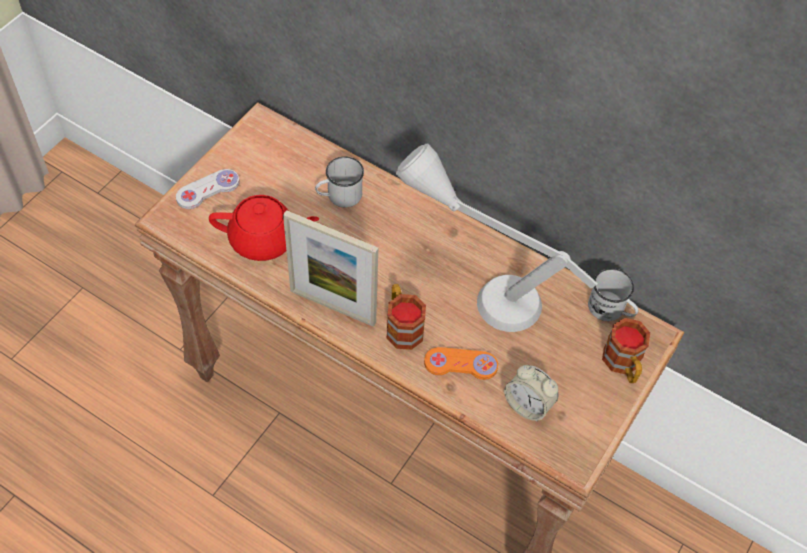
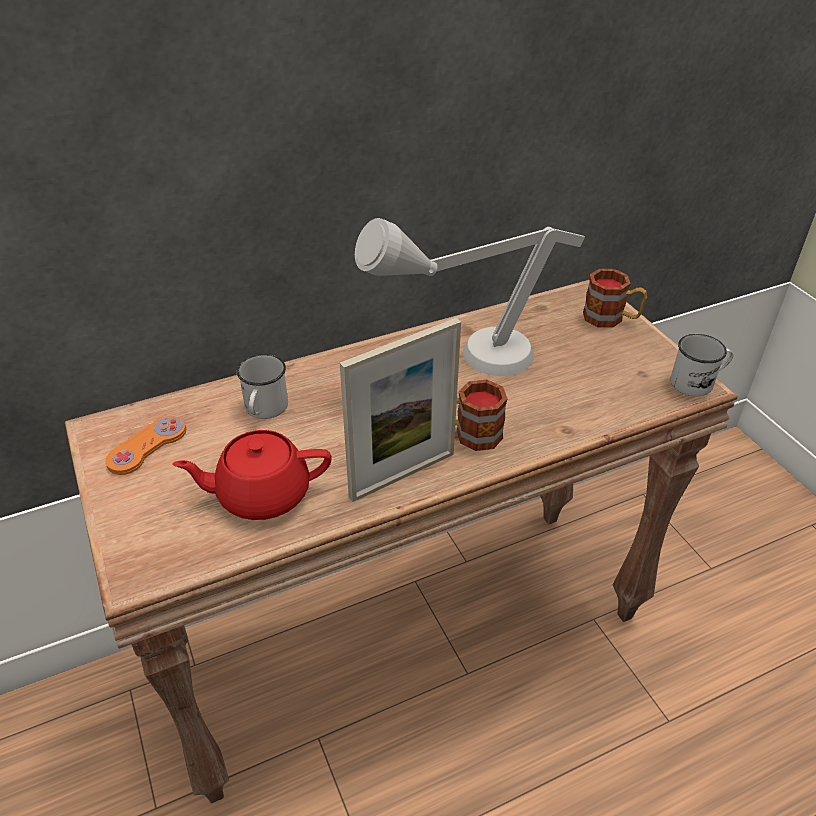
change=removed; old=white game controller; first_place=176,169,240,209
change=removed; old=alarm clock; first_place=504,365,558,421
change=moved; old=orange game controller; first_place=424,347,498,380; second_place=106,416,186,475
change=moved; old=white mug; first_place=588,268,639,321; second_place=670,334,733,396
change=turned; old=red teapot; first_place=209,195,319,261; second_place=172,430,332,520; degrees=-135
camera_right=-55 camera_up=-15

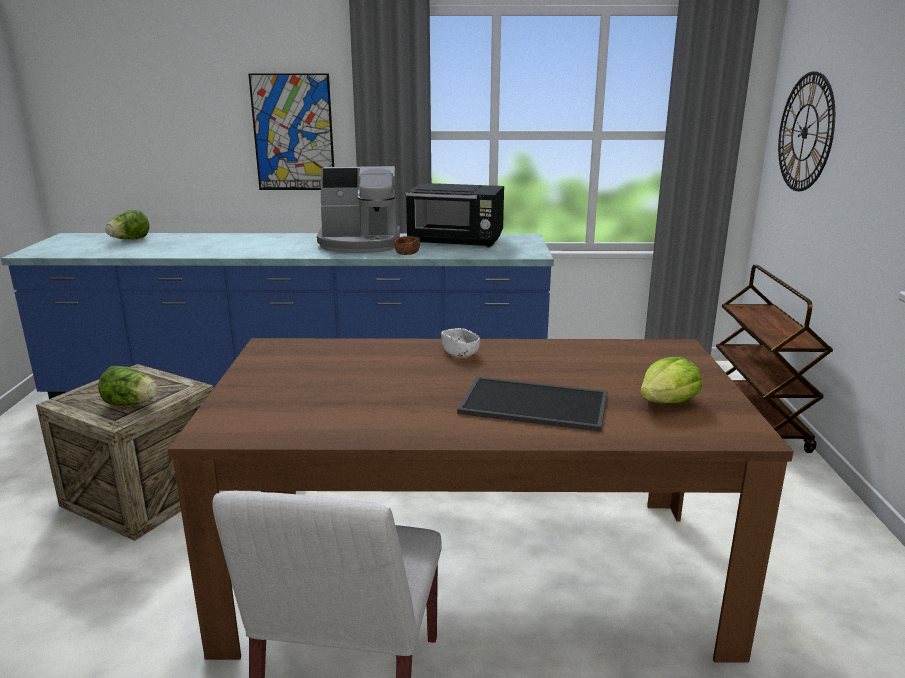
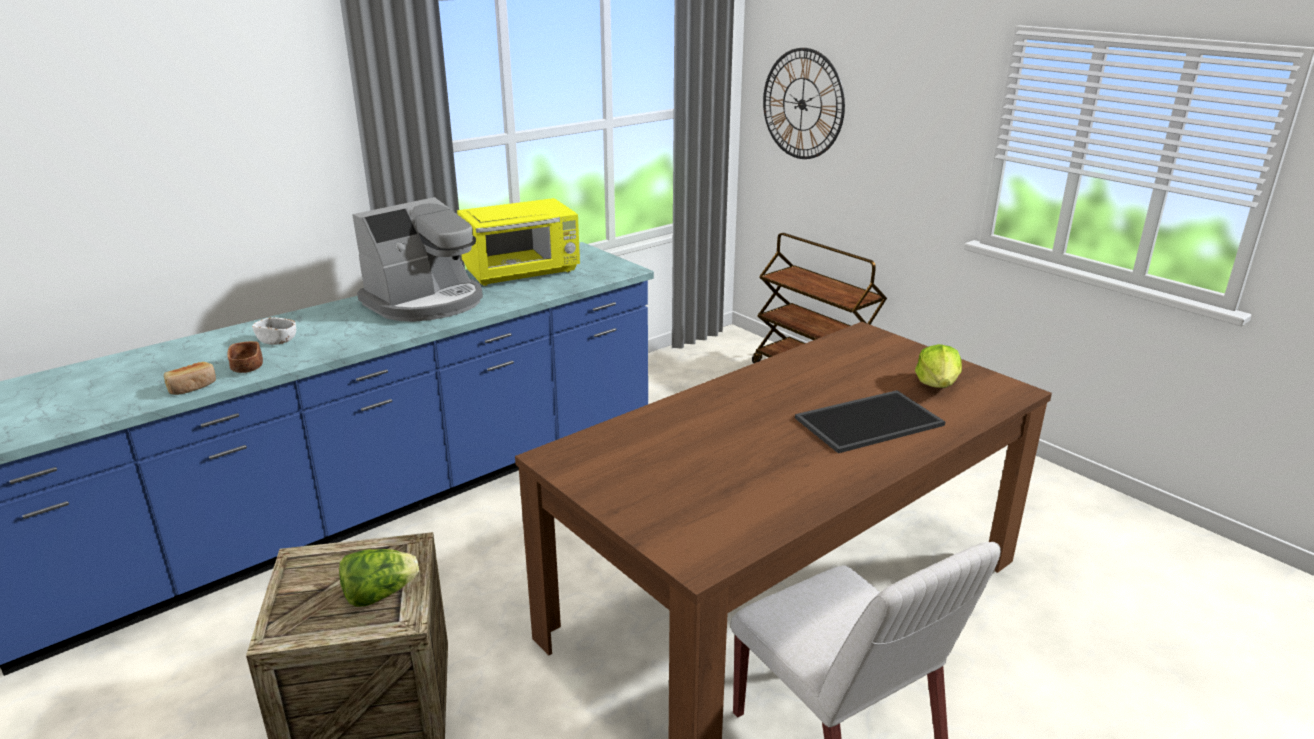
change=removed; old=lettuce; first_place=105,210,149,240
change=removed; old=picture; first_place=248,74,334,190
change=added; new=bread; second_place=164,362,216,395
change=moved; old=brown bowl; first_place=394,236,420,255; second_place=227,341,263,373
change=moved; old=white bowl; first_place=441,328,480,357; second_place=252,317,296,345
change=recoloured; old=black microwave; new=yellow microwave; first_place=406,183,504,247; second_place=457,198,580,286
camera_right=-40 camera_up=5

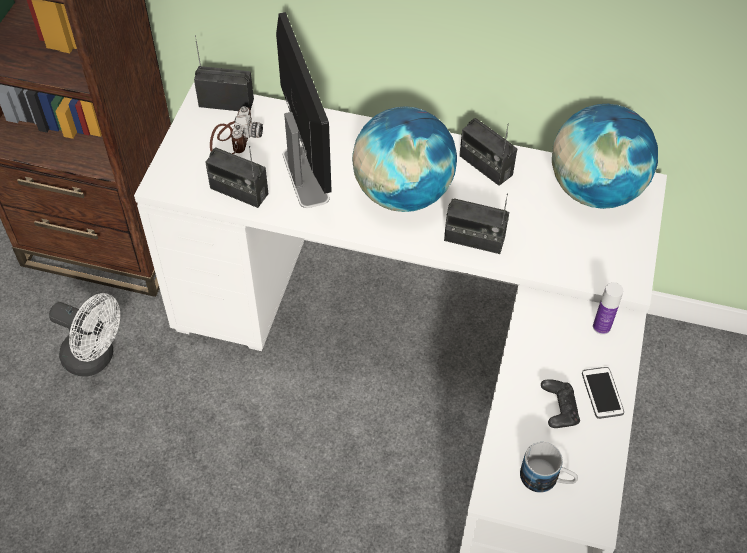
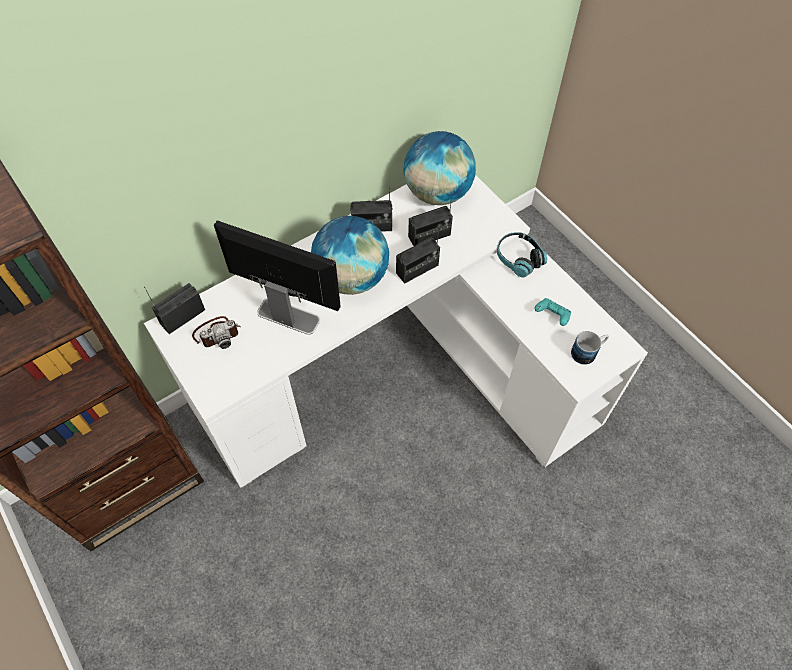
change=removed; old=white fan; first_place=49,293,120,377
change=removed; old=phone; first_place=582,367,624,419
change=moved; old=radio; first_place=205,146,268,208; second_place=408,193,453,246
change=replaced; old=bottle; new=headphones; first_place=593,282,623,335; second_place=497,232,547,278
change=recoloured; old=black game controller; new=turquoise game controller; first_place=541,379,580,428; second_place=534,298,571,326
change=turned; old=photo camera; first_place=210,106,263,154; second_place=192,316,241,349; degrees=105
camera_right=-50 camera_up=5

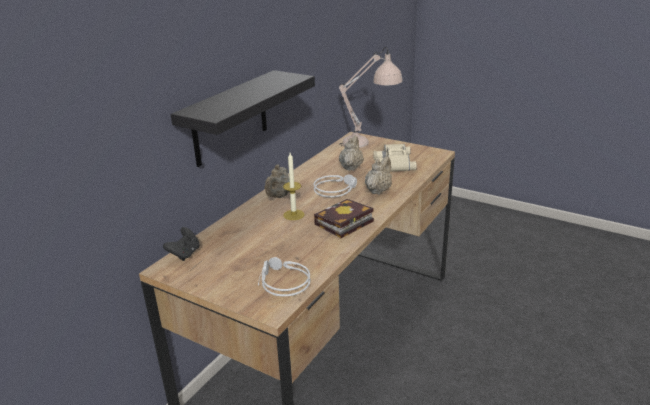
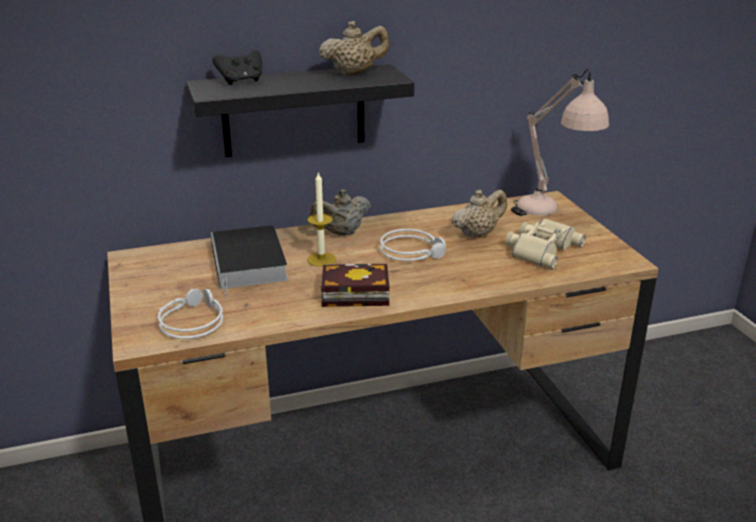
change=added; new=book; second_place=211,225,288,297
change=moved; old=black game controller; first_place=163,227,200,261; second_place=212,50,262,85
change=moved; old=beige teapot; first_place=365,156,392,195; second_place=319,21,389,75
camera_right=40 camera_up=0

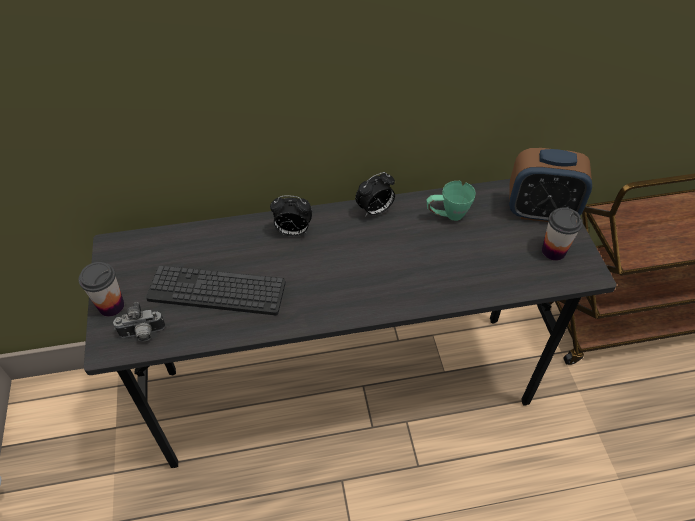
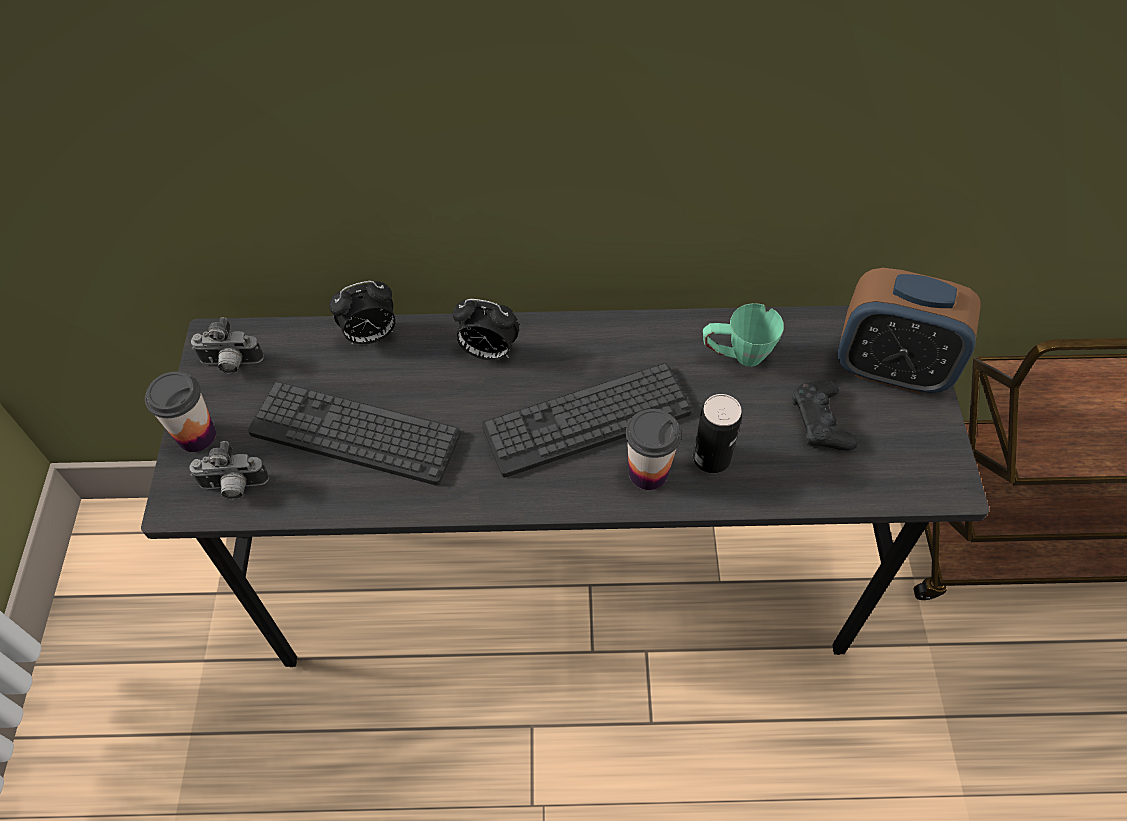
change=added; new=photo camera; second_place=191,317,264,374
change=added; new=keyboard; second_place=482,363,692,477
change=added; new=can; second_place=693,394,742,473
change=added; new=black game controller; second_place=792,380,858,451
change=moved; old=alarm clock; first_place=355,172,395,217; second_place=329,281,395,344
change=moved; old=cup; first_place=542,208,583,261; second_place=626,409,681,490
camera_right=10 camera_up=5

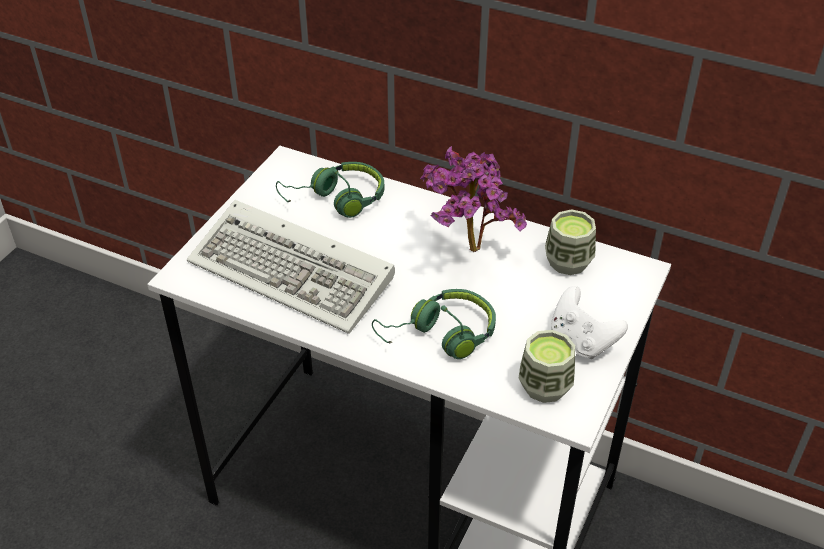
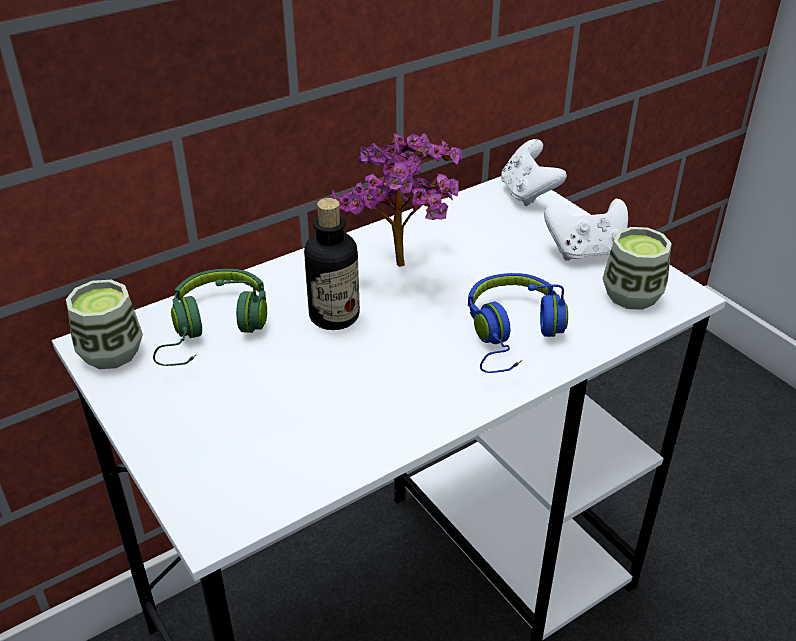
change=removed; old=keyboard; first_place=187,200,395,334
change=added; new=bottle; second_place=304,198,360,330
change=added; new=white game controller; second_place=501,139,567,206
change=moved; old=cup; first_place=545,209,596,275; second_place=66,280,143,369
change=recoloured; old=green headphones; new=blue headphones; first_place=372,289,496,359; second_place=468,273,568,373
camera_right=-60 camera_up=-5

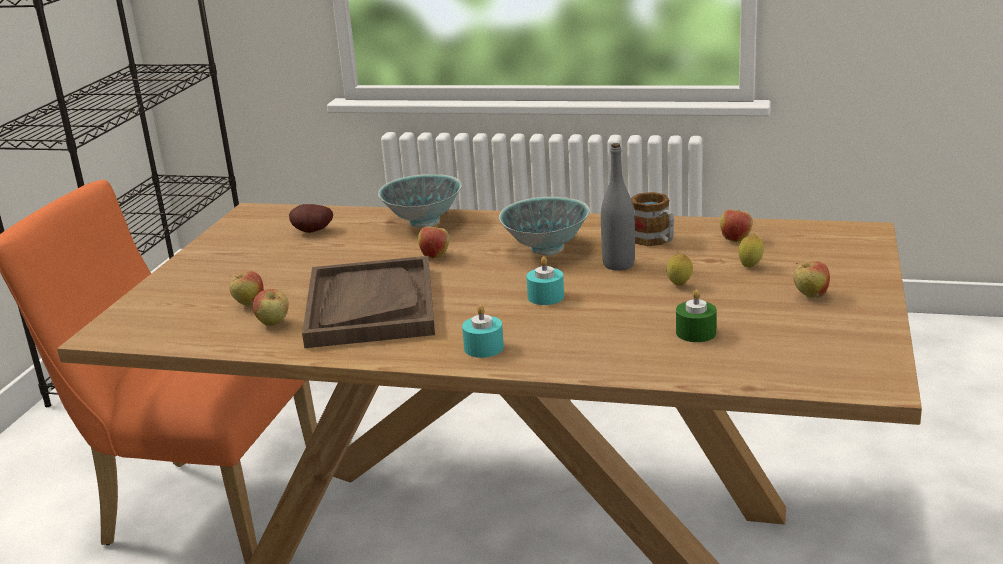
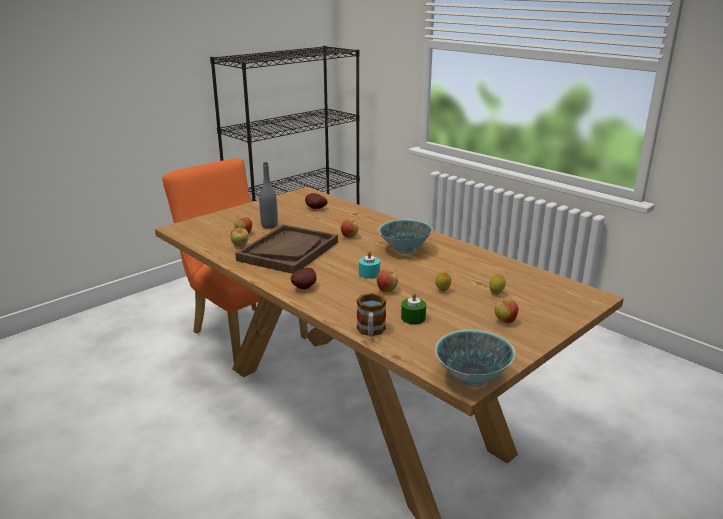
change=moved; old=bowl; first_place=378,174,462,228; second_place=435,330,515,387
change=moved; old=grey bottle; first_place=601,143,635,271; second_place=259,162,278,229
change=moved; old=mug; first_place=631,192,674,246; second_place=357,293,386,336
change=moved; old=apple; first_place=720,206,753,242; second_place=377,270,398,292
change=replaced; old=turquoise candle; new=potato; first_place=462,305,504,358; second_place=291,268,317,289
camera_right=30 camera_up=0

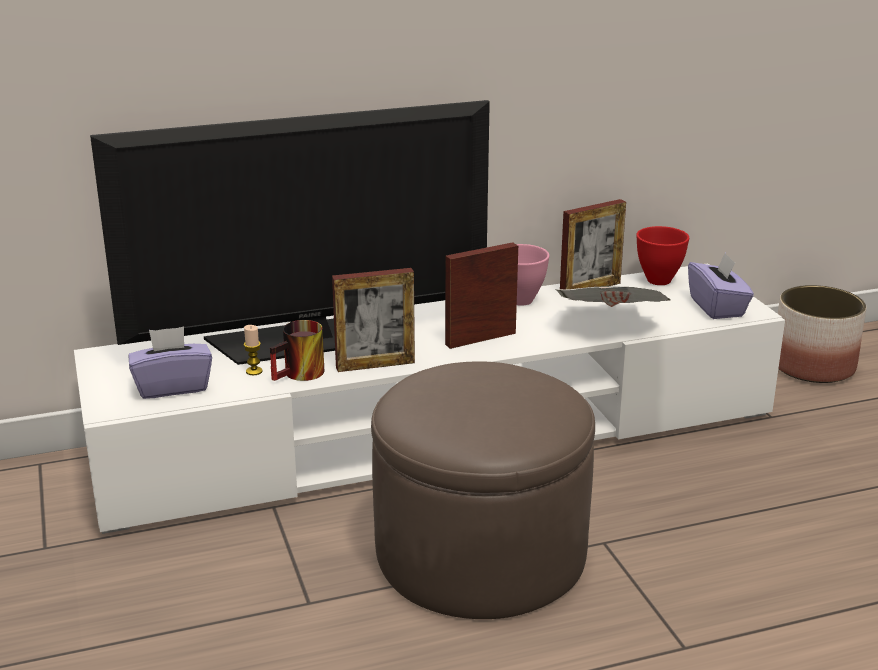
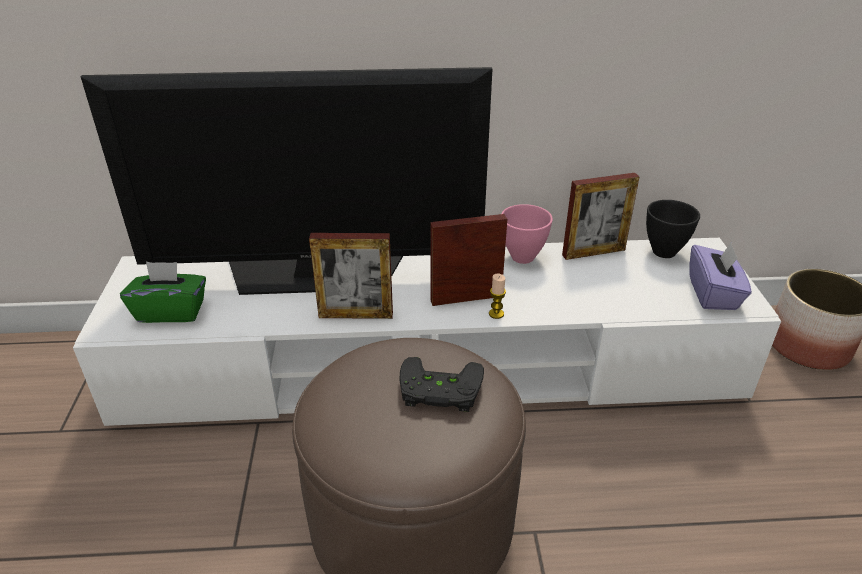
change=removed; old=mug; first_place=270,320,324,381
change=removed; old=newspaper; first_place=554,286,671,307
change=added; new=black game controller; second_place=399,357,484,412
change=moved; old=candle; first_place=244,325,263,375; second_place=489,273,506,319
change=recoloured; old=purple tissue box; new=green tissue box; first_place=128,327,212,399; second_place=120,262,206,323
change=recoloured; old=red bowl; new=black bowl; first_place=636,226,689,285; second_place=646,200,700,258
camera_right=15 camera_up=10

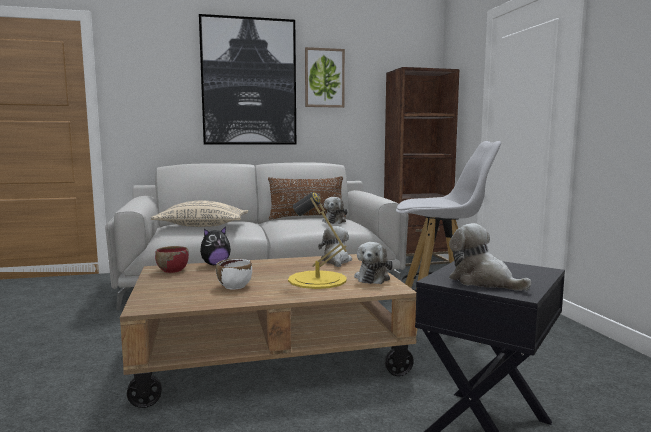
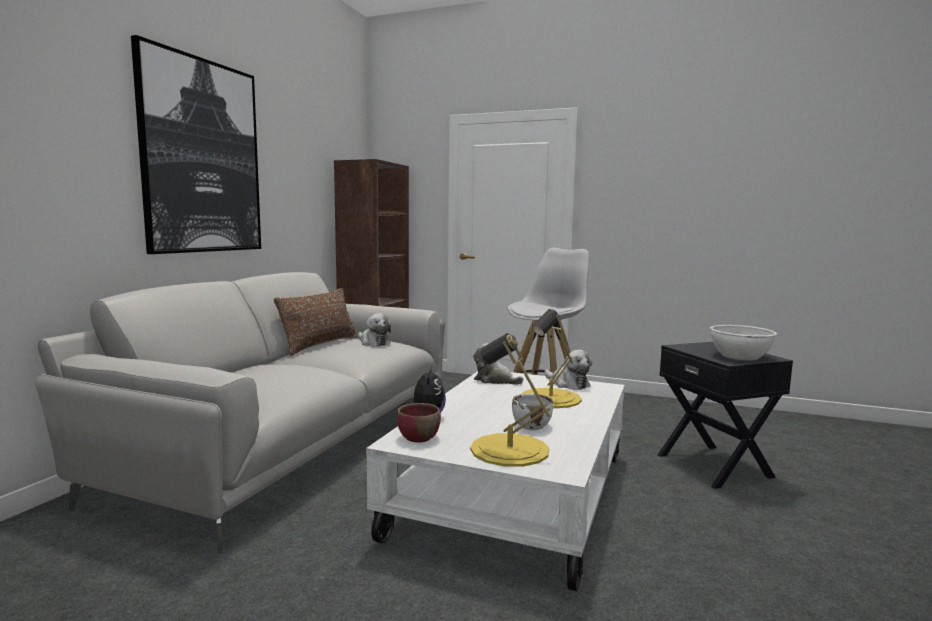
change=removed; old=beige pillow; first_place=151,201,248,227
change=removed; old=picture; first_place=305,47,345,108
change=added; new=yellow table lamp; second_place=470,333,550,467
change=replaced; old=plush toy; new=white bowl; first_place=449,223,532,291; second_place=710,325,777,361
change=recoloured; old=brown coffee table; new=white coffee table; first_place=120,254,417,408; second_place=366,371,625,591
camera_right=-55 camera_up=0

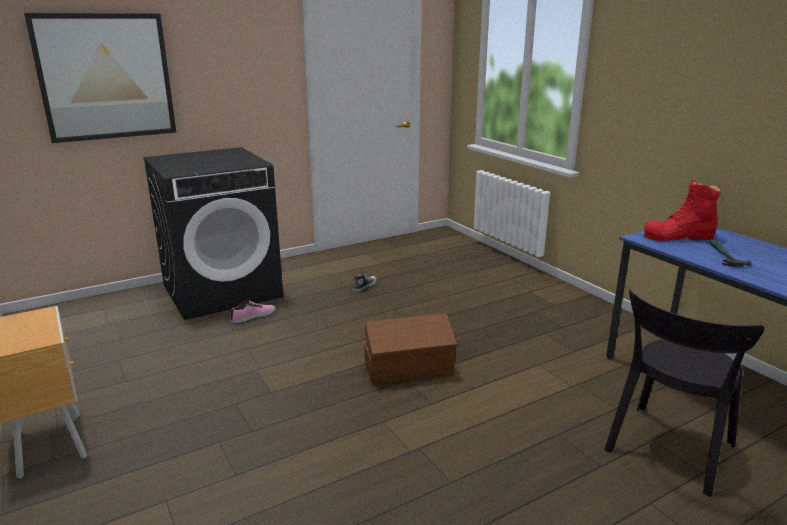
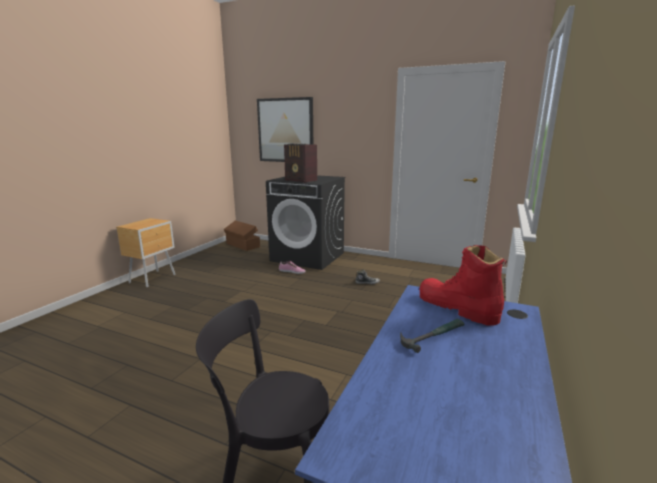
change=added; new=radio; second_place=284,143,317,183
change=moved; old=brown storage box; first_place=364,313,457,385; second_place=223,221,260,251
camera_right=55 camera_up=-5

